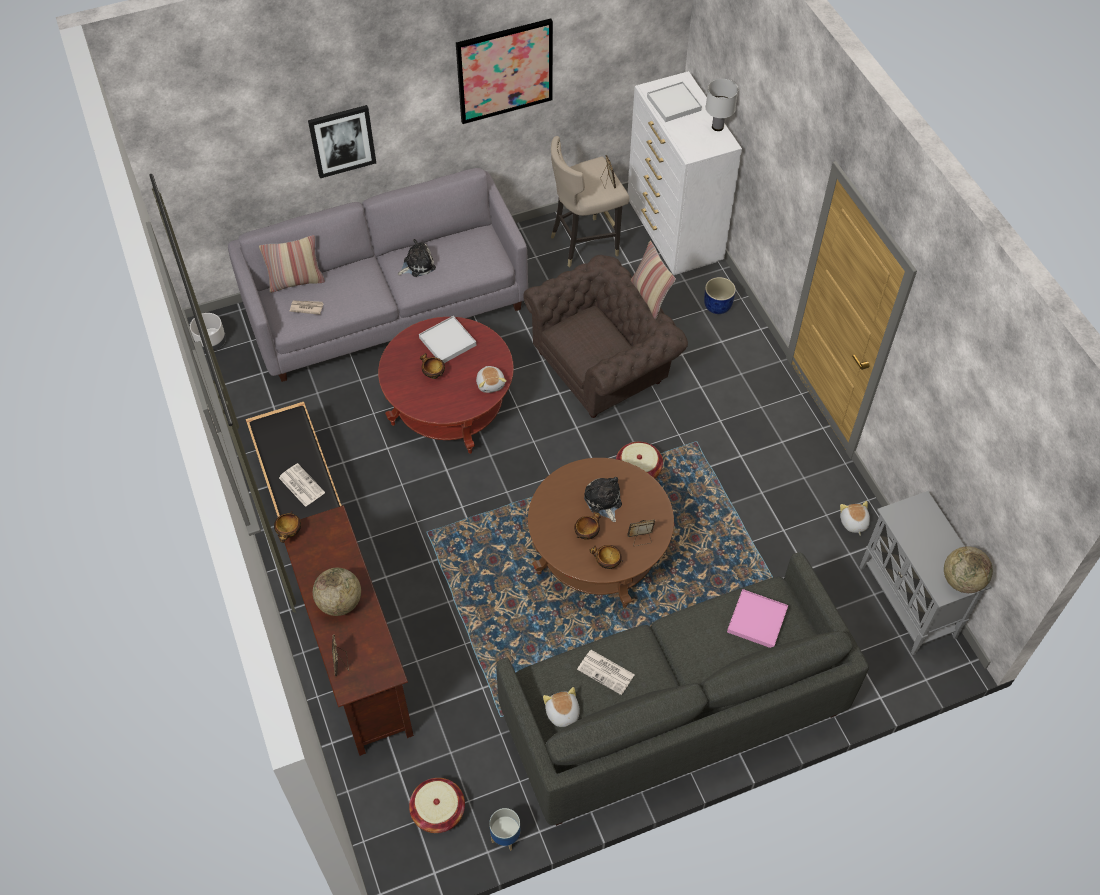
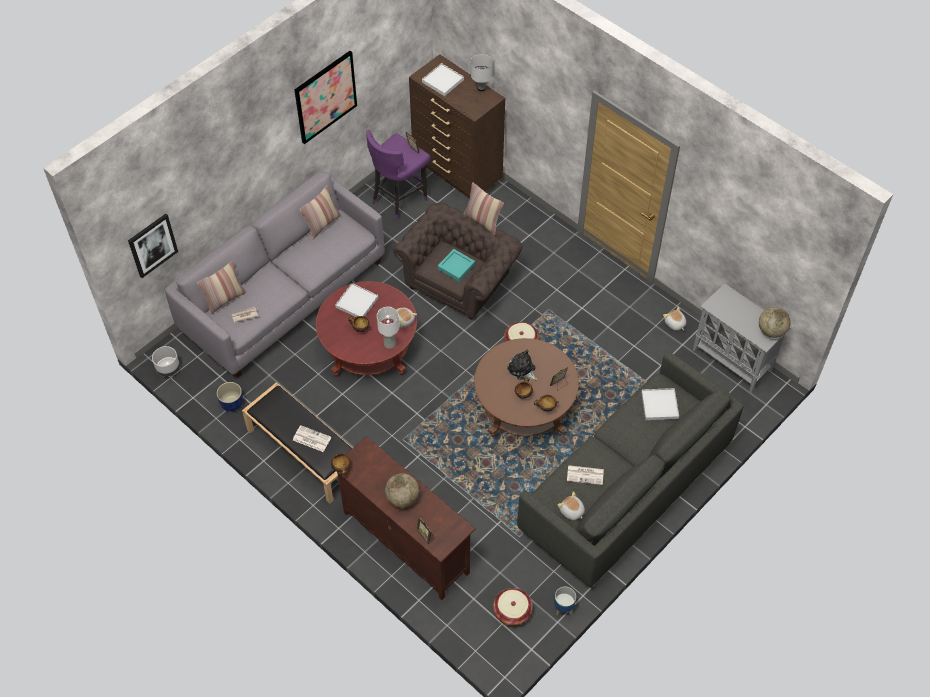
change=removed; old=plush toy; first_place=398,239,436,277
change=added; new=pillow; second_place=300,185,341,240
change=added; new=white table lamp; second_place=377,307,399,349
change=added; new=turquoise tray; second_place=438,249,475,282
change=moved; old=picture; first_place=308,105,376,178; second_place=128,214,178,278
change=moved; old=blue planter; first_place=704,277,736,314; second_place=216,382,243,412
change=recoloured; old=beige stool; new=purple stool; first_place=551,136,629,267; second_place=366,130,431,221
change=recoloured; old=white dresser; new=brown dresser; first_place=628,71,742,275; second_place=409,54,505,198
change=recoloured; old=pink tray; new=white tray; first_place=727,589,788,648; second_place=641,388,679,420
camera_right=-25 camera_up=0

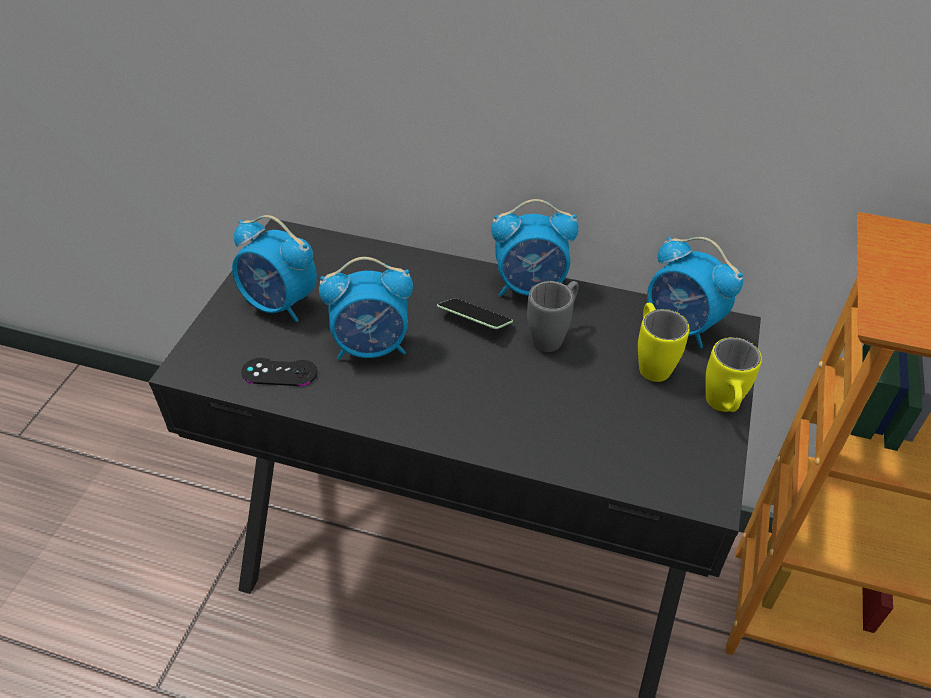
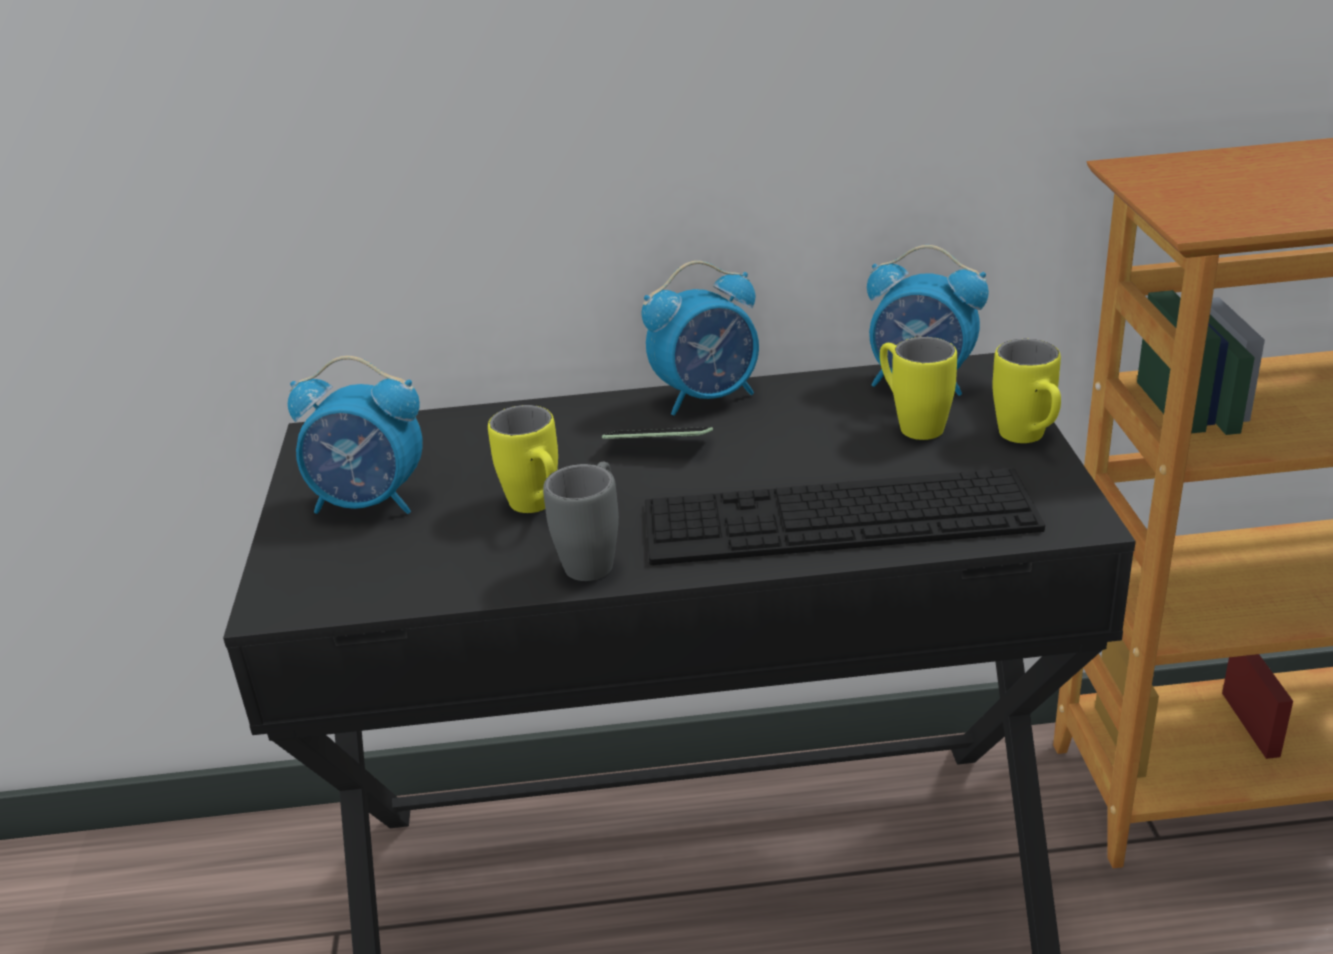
change=removed; old=black game controller; first_place=241,358,317,386
change=added; new=keyboard; second_place=645,468,1045,565
change=moved; old=grey mug; first_place=527,281,579,352; second_place=543,462,619,581
change=replaced; old=alarm clock; new=yellow mug; first_place=319,257,413,360; second_place=488,405,558,513
camera_right=-20 camera_up=-15

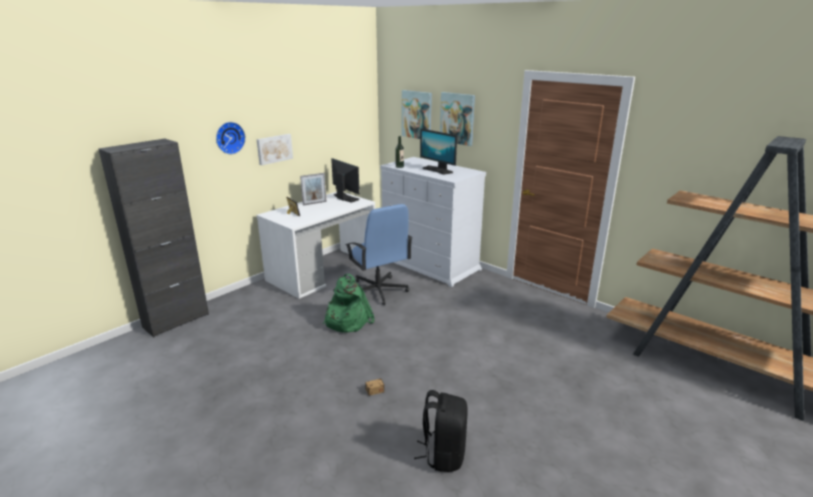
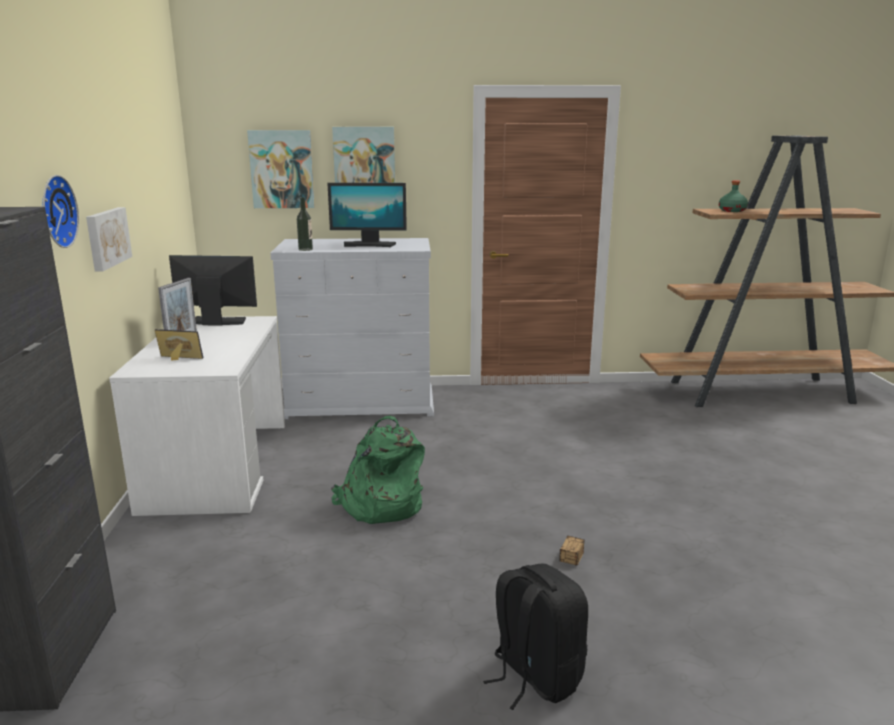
change=removed; old=blue office chair; first_place=346,204,413,305
change=added; new=green bottle; second_place=719,180,748,212
change=moved; old=black backpack; first_place=414,390,468,472; second_place=483,564,588,710
camera_right=-45 camera_up=-5

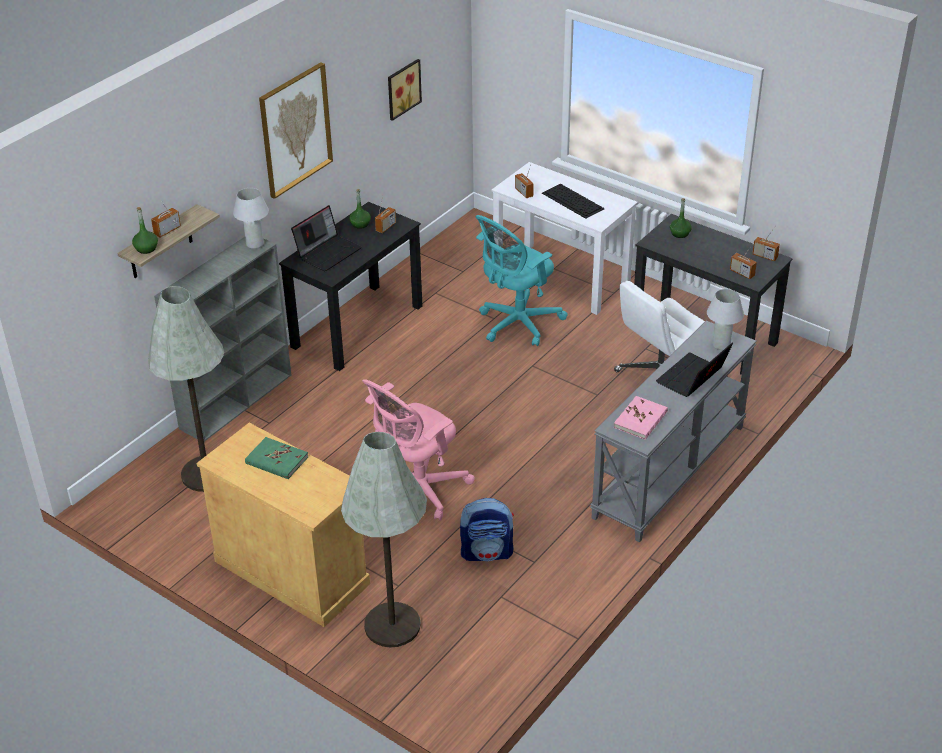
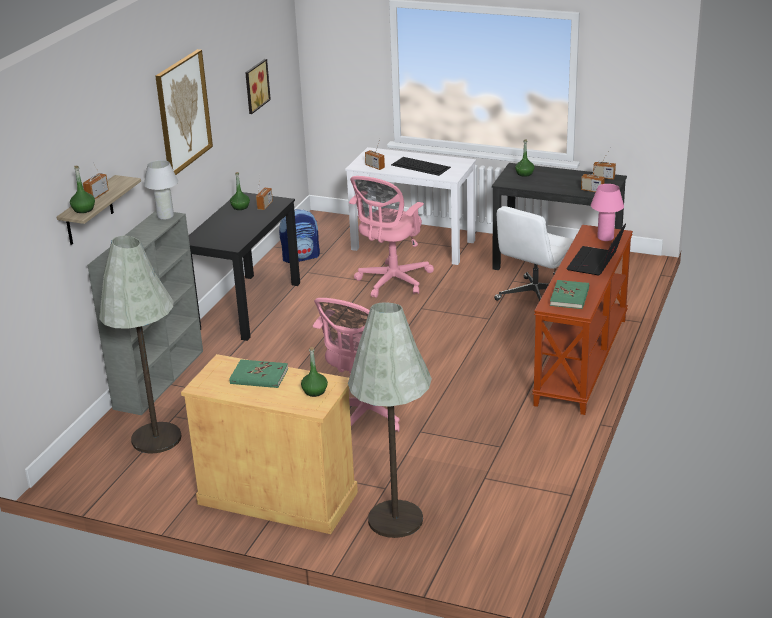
change=removed; old=laptop; first_place=291,205,362,271
change=added; new=green bottle; second_place=301,347,328,397
change=moved; old=backpack; first_place=460,498,514,561; second_place=279,209,320,263
change=recoloured; old=turquoise office chair; new=pink office chair; first_place=475,215,568,346; second_place=349,176,434,298
change=recoloured; old=grey console table; new=brown console table; first_place=590,321,757,542; second_place=532,225,633,415
change=recoloured; old=pink book; new=green book; first_place=614,396,668,440; second_place=550,280,589,309
change=recoloured; old=white table lamp; new=pink table lamp; first_place=707,289,744,350; second_place=591,184,624,241
camera_right=-15 camera_up=-10

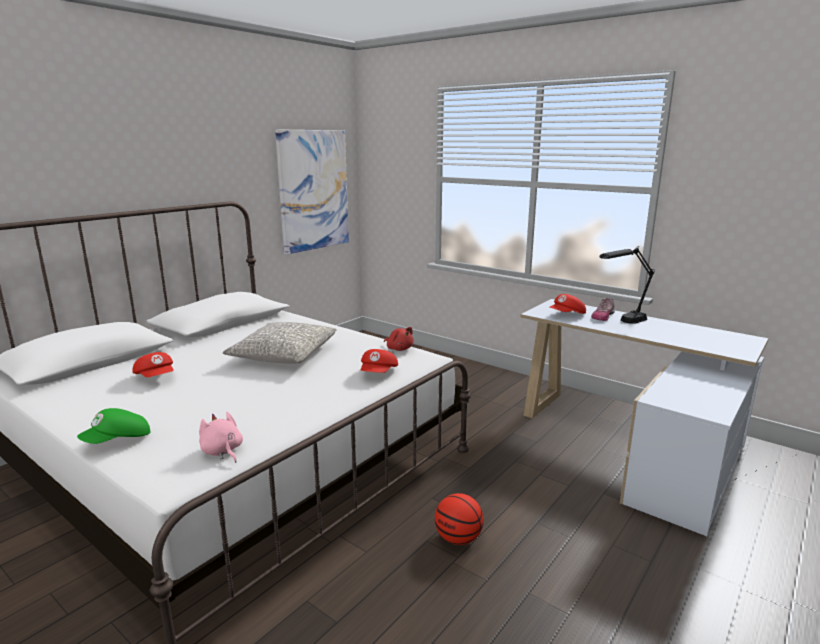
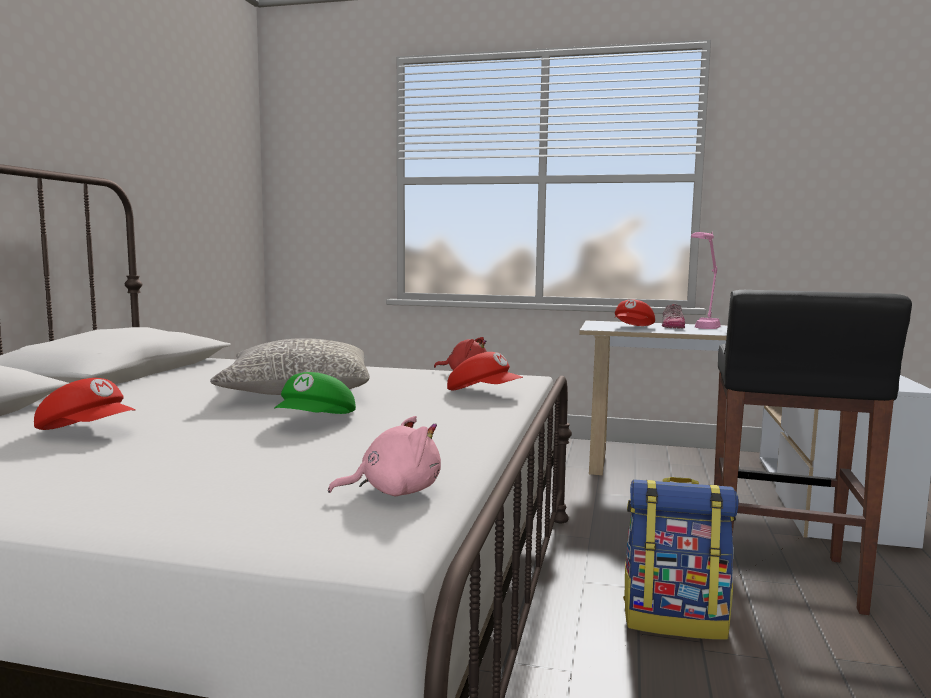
change=removed; old=picture; first_place=275,129,349,254
change=added; new=black stool; second_place=714,290,912,615
change=moved; old=green cap; first_place=77,408,151,444; second_place=274,372,356,414
change=replaced; old=basketball; new=backpack; first_place=435,493,484,545; second_place=623,477,738,640
change=recoloured; old=black table lamp; new=pink table lamp; first_place=599,246,654,324; second_place=691,232,721,329
change=turned; old=pink plush toy; first_place=199,412,243,463; second_place=328,416,441,496; degrees=135
change=turned; old=red cap; first_place=361,349,398,373; second_place=447,352,523,390; degrees=-45
camera_right=-25 camera_up=-10

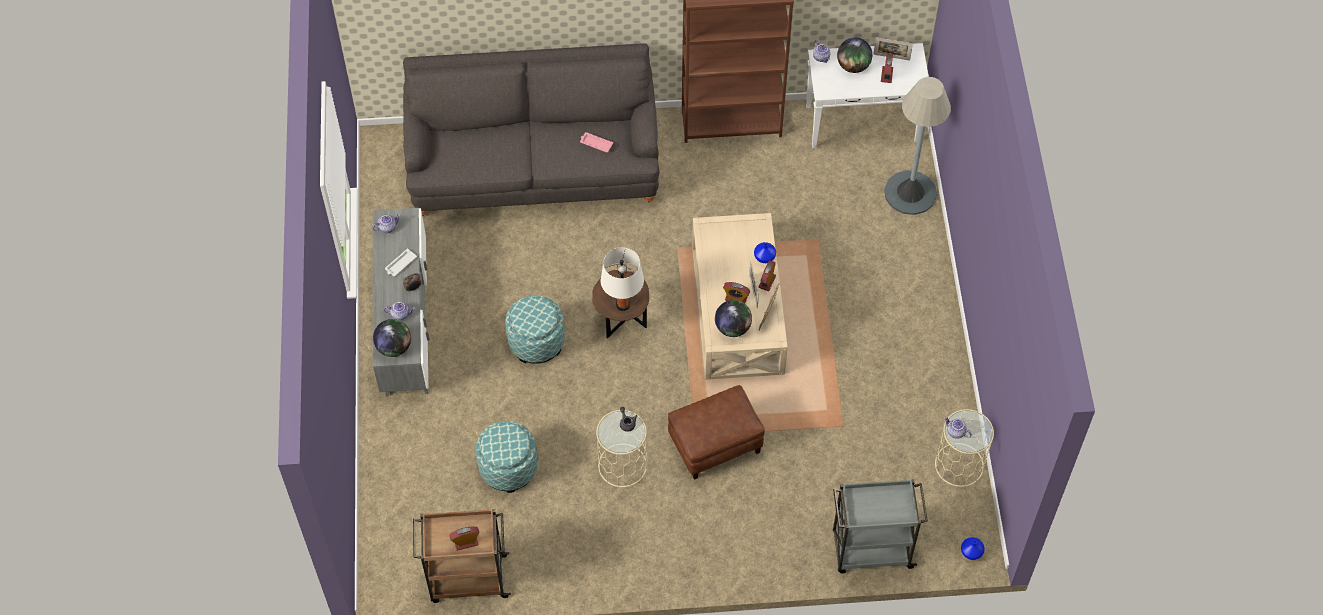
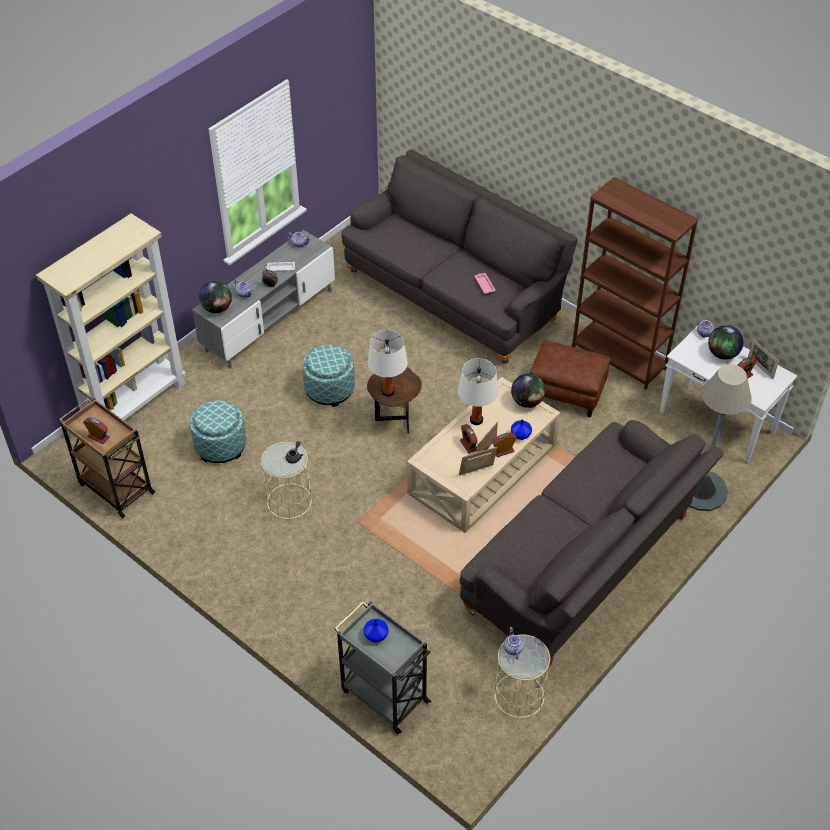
change=added; new=beige bookcase; second_place=36,213,186,420
change=added; new=white table lamp; second_place=458,358,498,425
change=added; new=grey sofa; second_place=460,420,724,667
change=moved; old=brown ottoman; first_place=668,385,765,480; second_place=530,340,610,418
change=moved; old=globe; first_place=715,300,752,337; second_place=511,374,545,408
change=moved; old=blue vase; first_place=961,537,985,560; second_place=364,619,388,643
camera_right=45 camera_up=-10

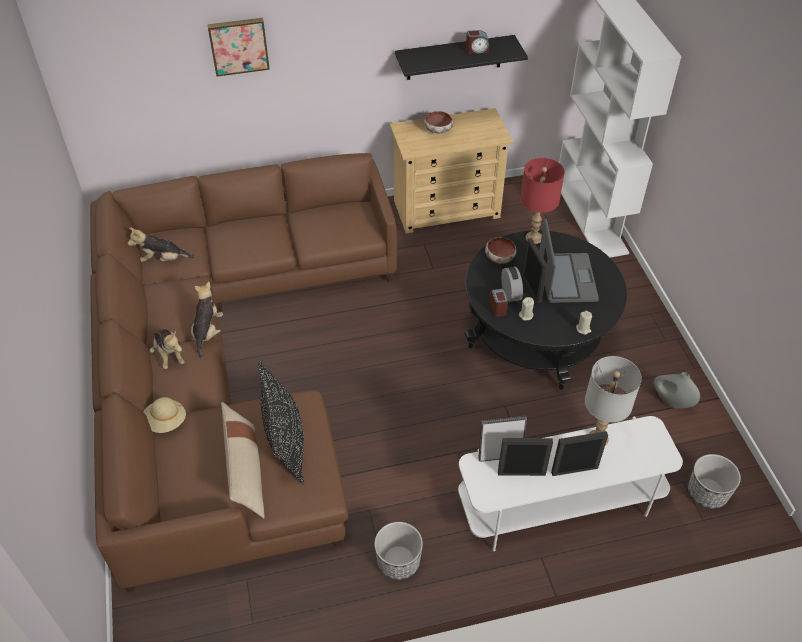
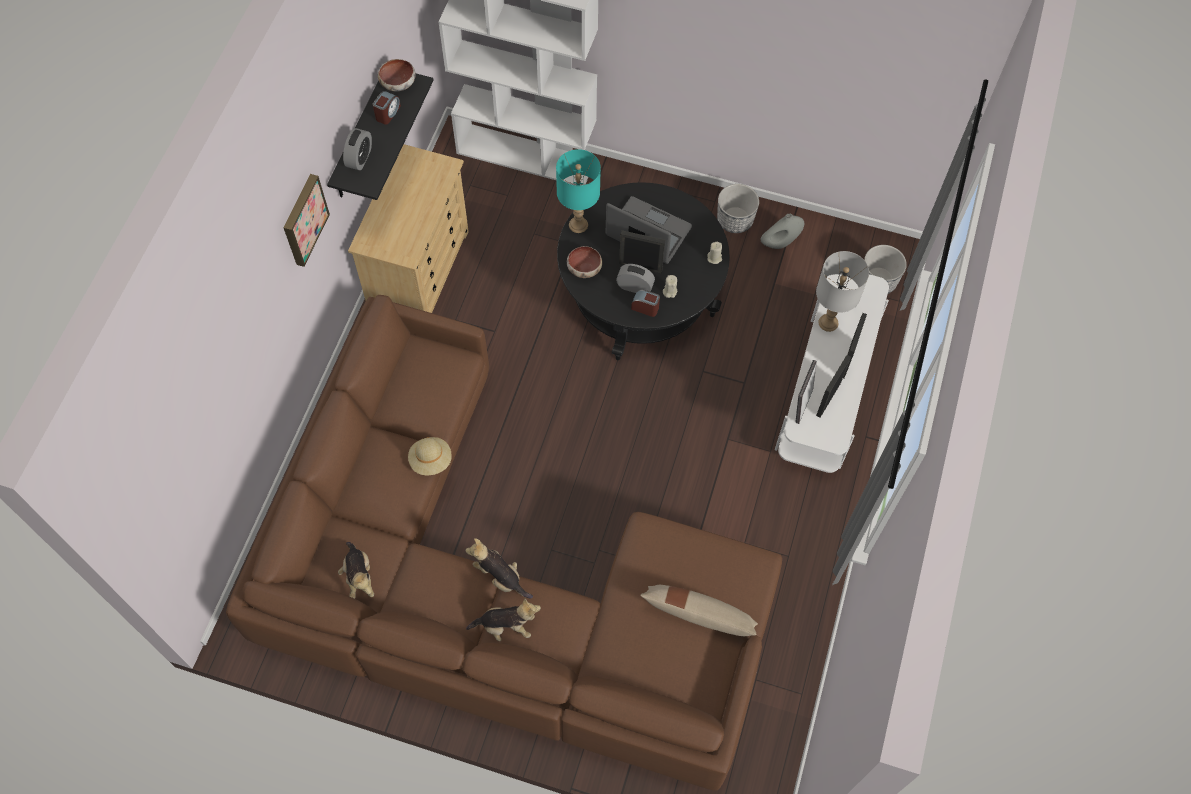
change=removed; old=black pillow; first_place=258,361,304,484
change=added; new=alarm clock; second_place=343,128,372,170
change=moved; old=beige hat; first_place=143,397,186,433; second_place=408,437,452,475
change=moved; old=picture; first_place=207,18,270,77; second_place=283,174,330,267
change=moved; old=planter; first_place=374,522,423,580; second_place=717,184,759,233
change=moved; old=bowl; first_place=424,111,453,133; second_place=378,59,416,91
change=recoloured; old=red table lamp; new=turquoise table lamp; first_place=520,158,565,244; second_place=556,149,601,233
change=turned; old=plush toy; first_place=127,228,195,262; second_place=338,542,374,599; degrees=-45
camera_right=-60 camera_up=15

